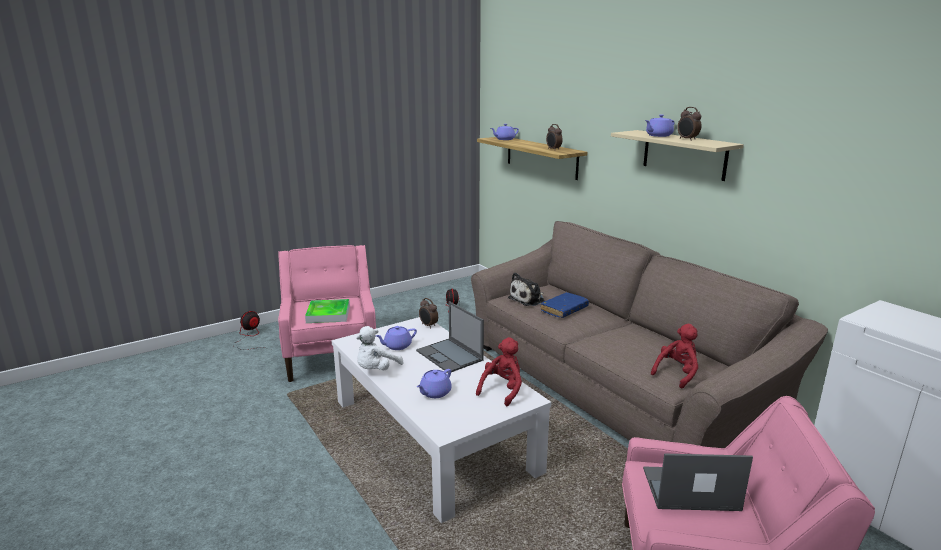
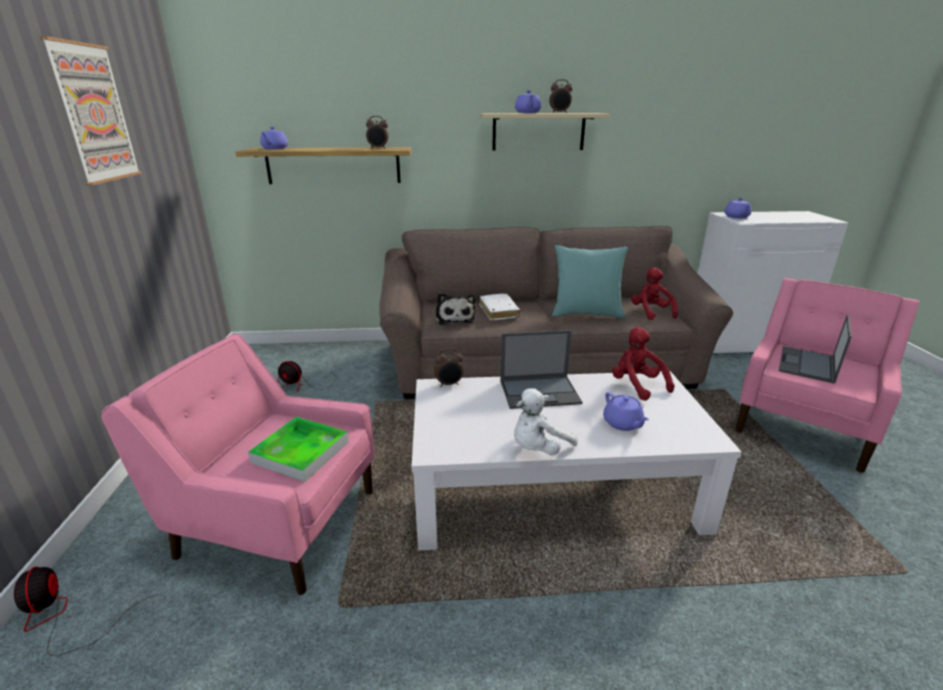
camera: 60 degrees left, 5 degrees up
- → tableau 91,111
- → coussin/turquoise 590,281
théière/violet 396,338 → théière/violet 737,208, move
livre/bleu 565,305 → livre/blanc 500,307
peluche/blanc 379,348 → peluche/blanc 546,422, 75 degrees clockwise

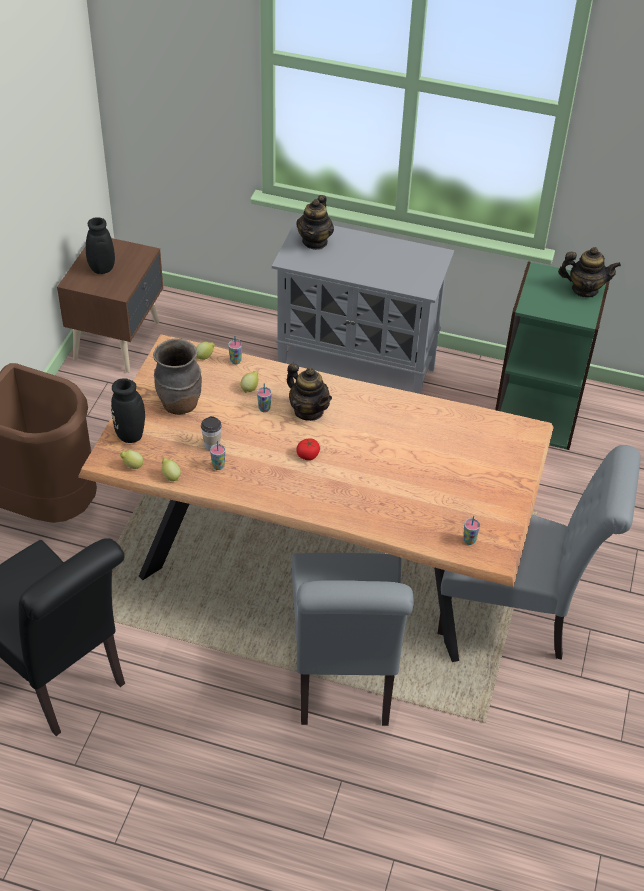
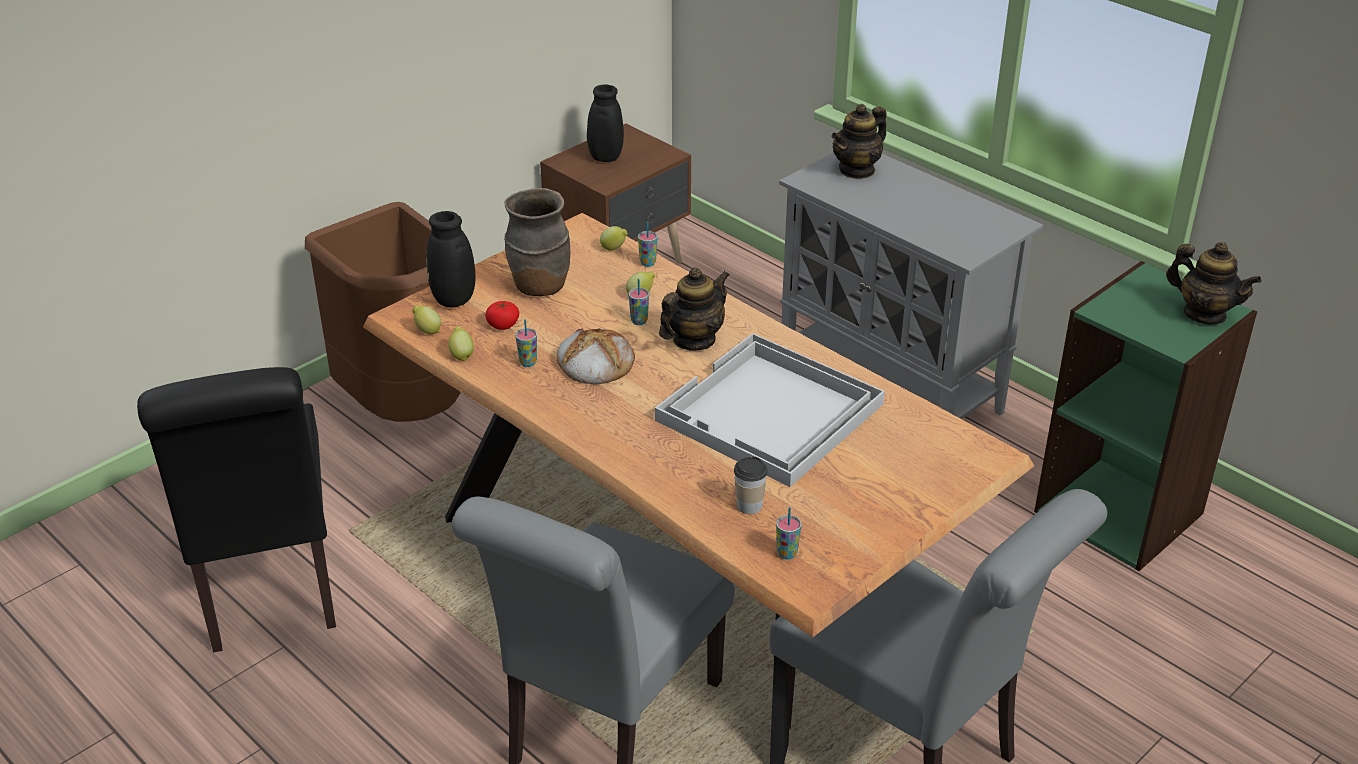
camera: 30 degrees right, 10 degrees down
- → pain 595,357
- → plateau/blanc 770,410
tasse 211,433 → tasse 751,485, move
tomate 308,449 → tomate 502,315, move
théière 309,392 → théière 694,309, 120 degrees counterclockwise

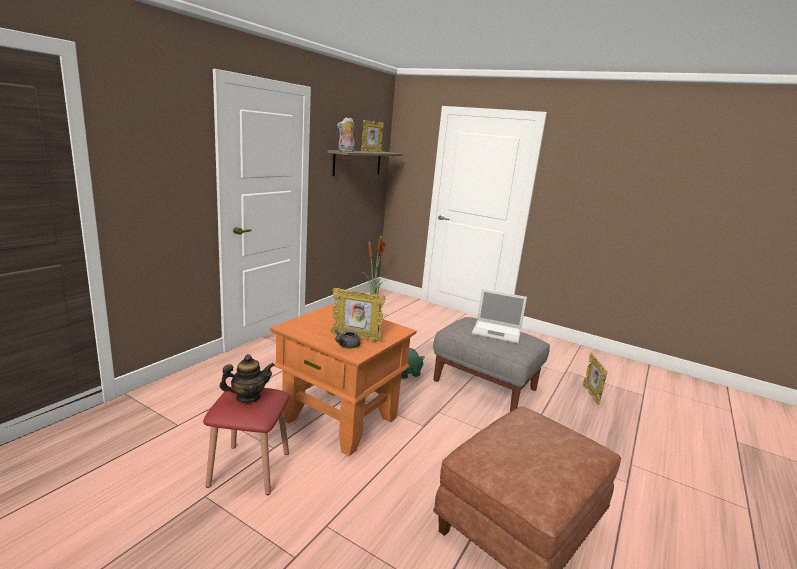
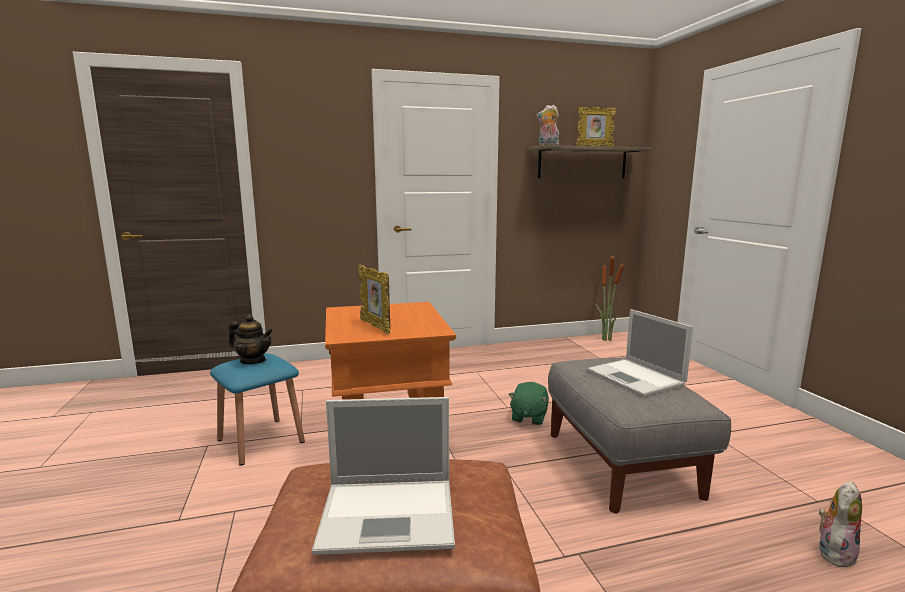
camera: 45 degrees right, 5 degrees down
théière/gris 347,339 → -
- → ordinateur portable 383,476
cadre photo 595,379 → peluche 840,524
tabouret/rouge 246,440 → tabouret/bleu 257,410

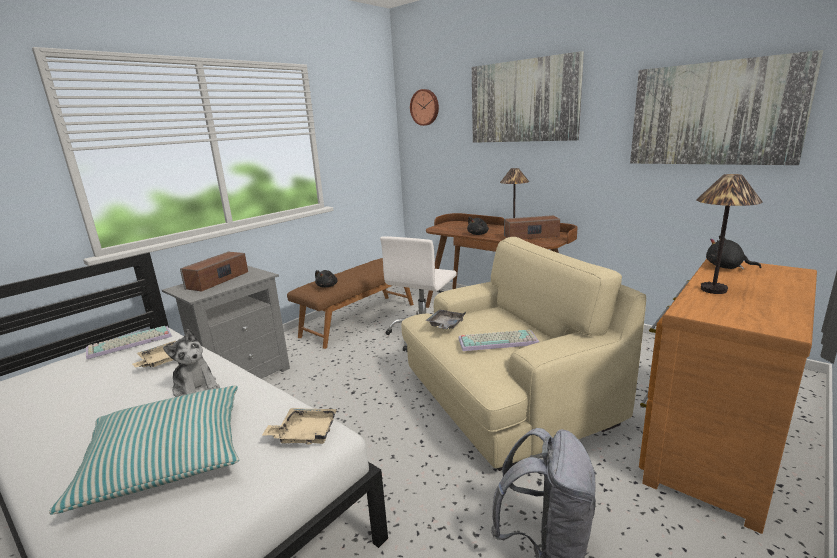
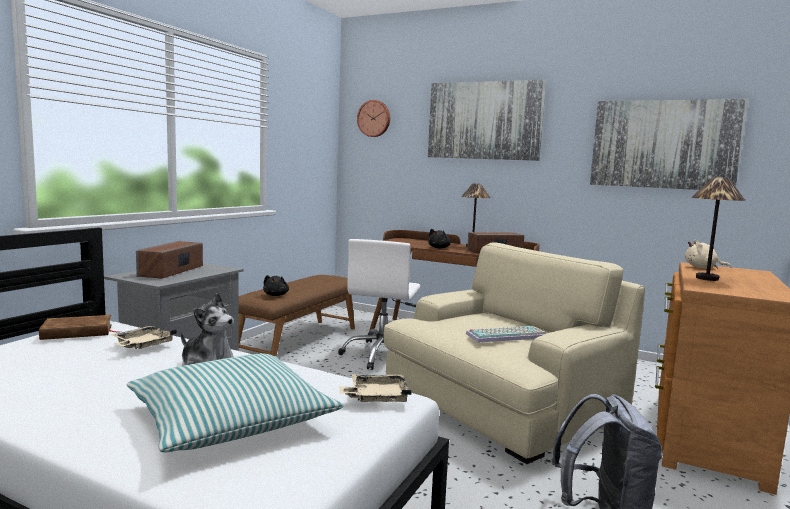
camera: 15 degrees left, 10 degrees down
plateau/gris 445,319 → -
clavier 129,343 → livre/marron 79,327
peluche/noir 733,252 → peluche/beige 708,254

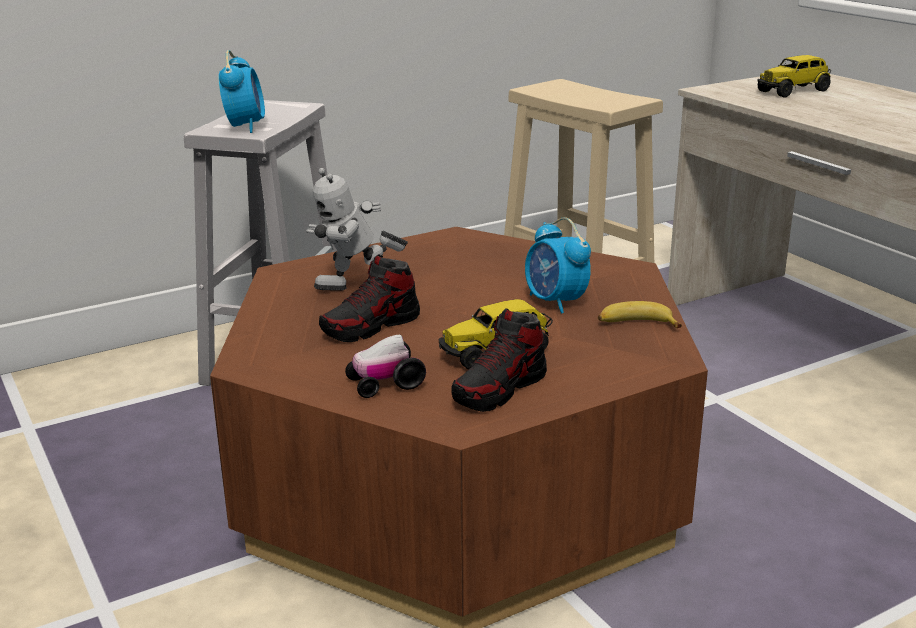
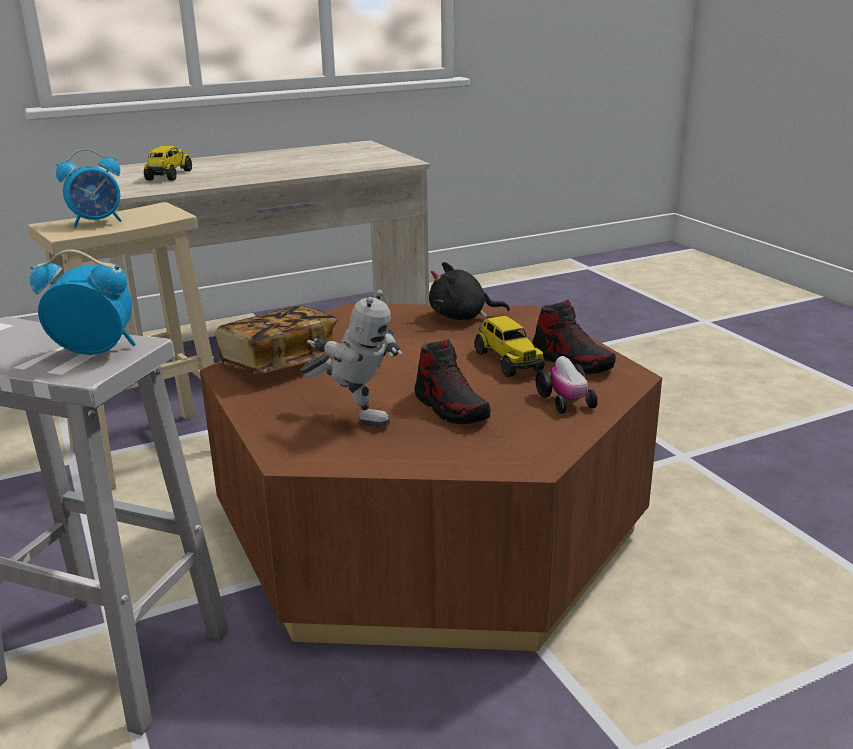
camera: 85 degrees left, 0 degrees up
- → livre 276,340
réveil 558,265 → réveil 89,188, move
banane 640,314 → peluche/noir 469,291
robot jouet 357,229 → robot jouet 351,358, 45 degrees counterclockwise
camion jouet 794,76 → camion jouet 168,163, 150 degrees counterclockwise

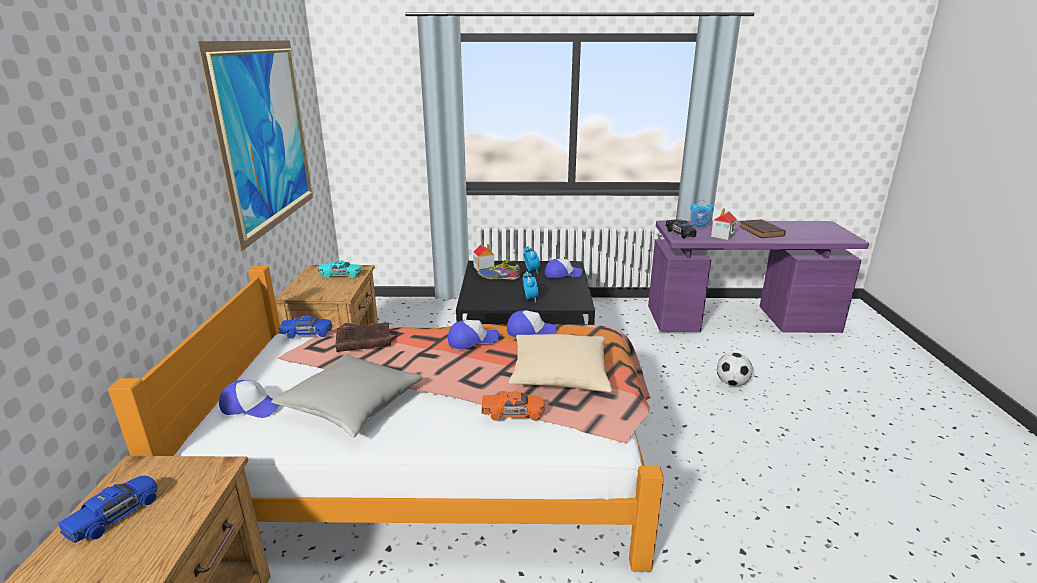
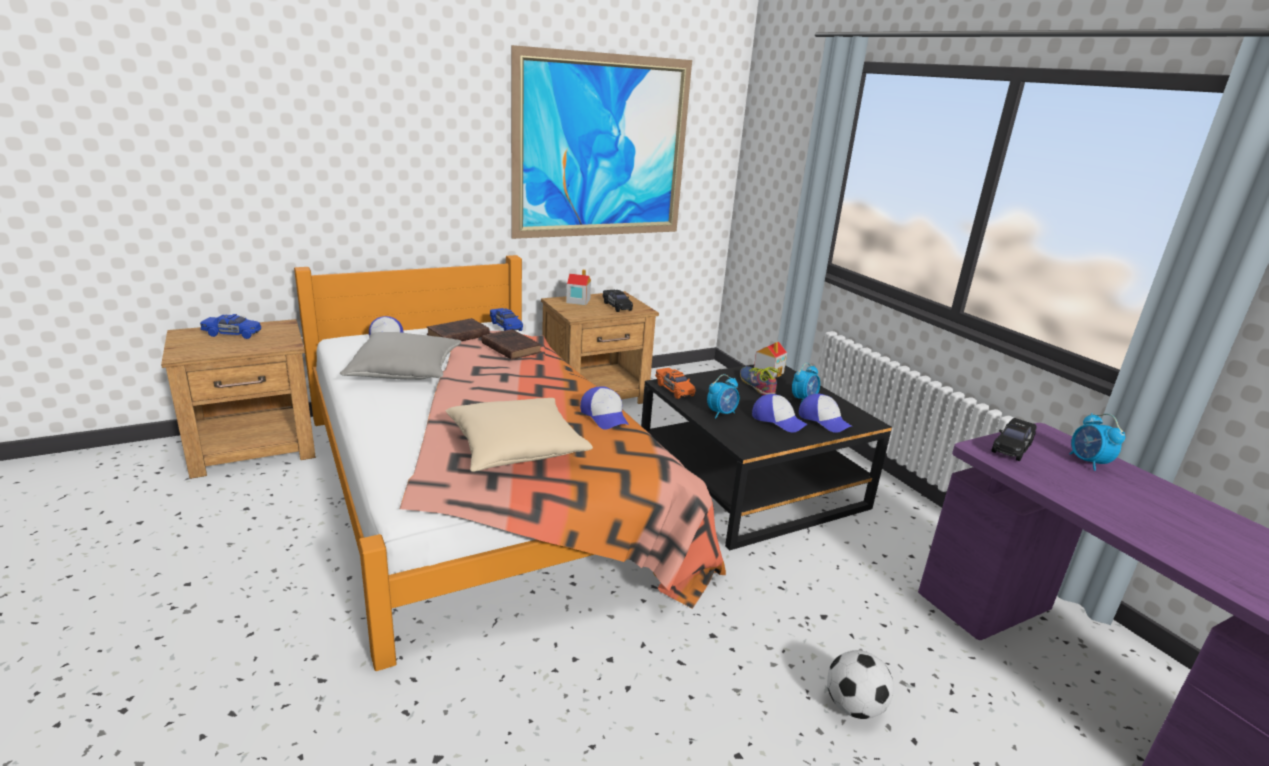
camera: 60 degrees right, 0 degrees up
casquette 473,334 → casquette 780,413, move
petite voiture/orange 513,406 → petite voiture/orange 675,383, move
maison miniature 724,224 → maison miniature 578,287, move
livre/marron 762,228 → livre/marron 458,329, move
petite voiture/turquoise 340,269 → petite voiture/noir 618,301

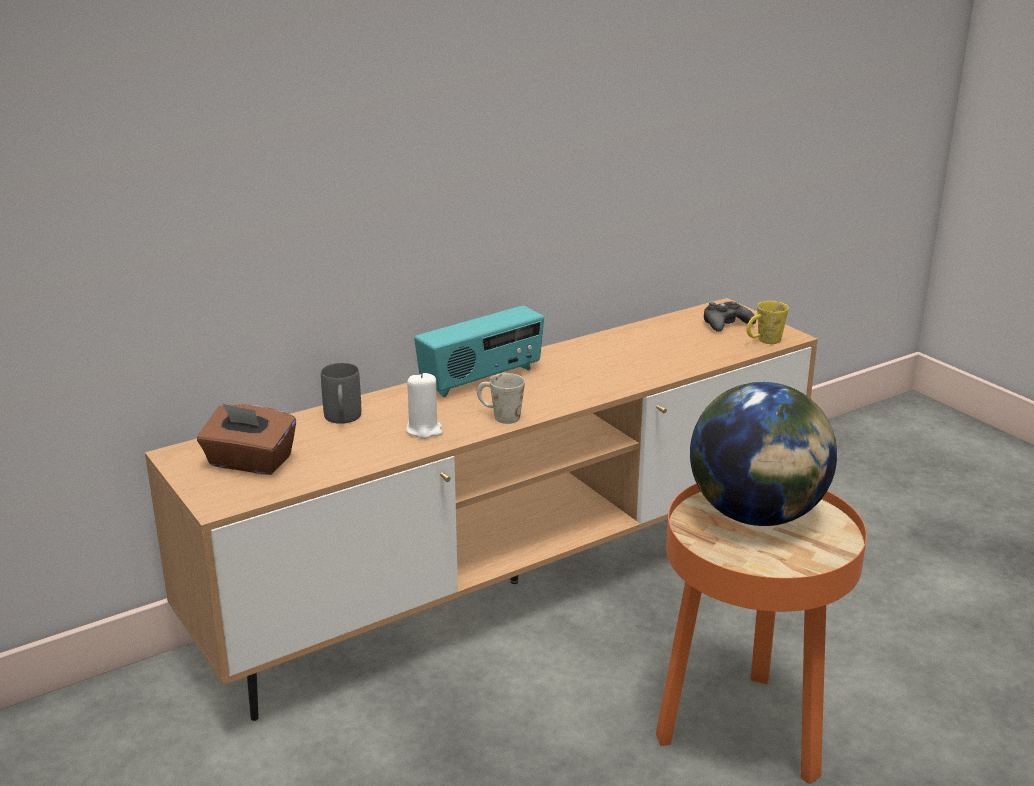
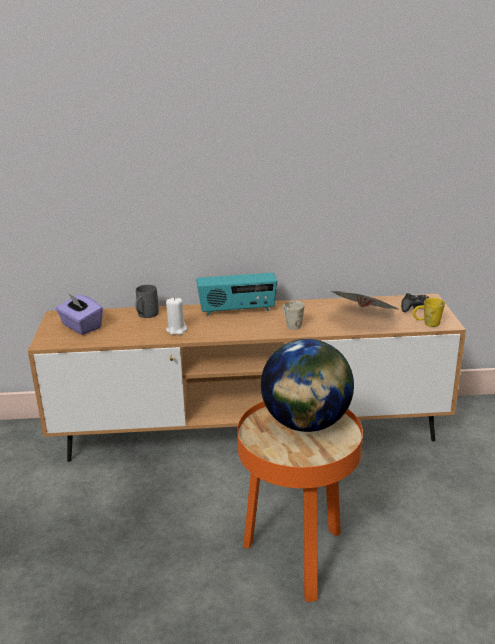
camera: 30 degrees right, 0 degrees up
- → journal 362,299
mug/blanc 501,398 → mug/blanc 293,315, move
boîte à mouchoirs/marron 246,439 → boîte à mouchoirs/violet 79,314

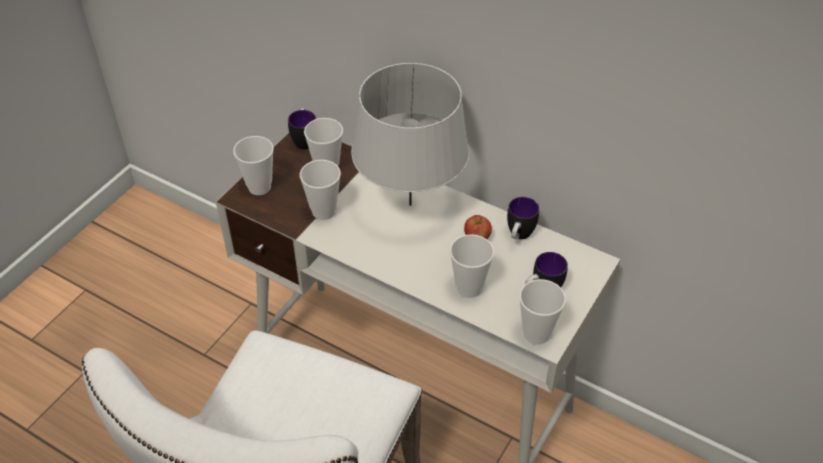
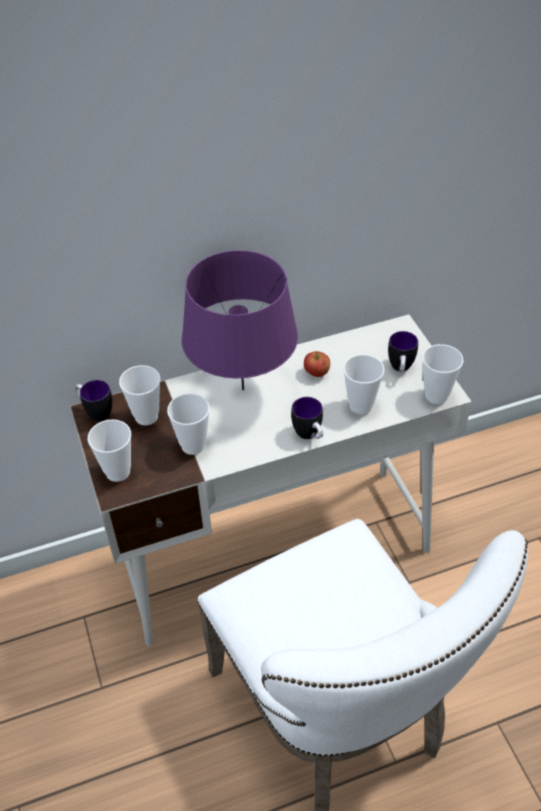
camera: 50 degrees left, 0 degrees up
mug 523,218 → mug 307,418, move
lampe de table/gris 410,134 → lampe de table/violet 239,320

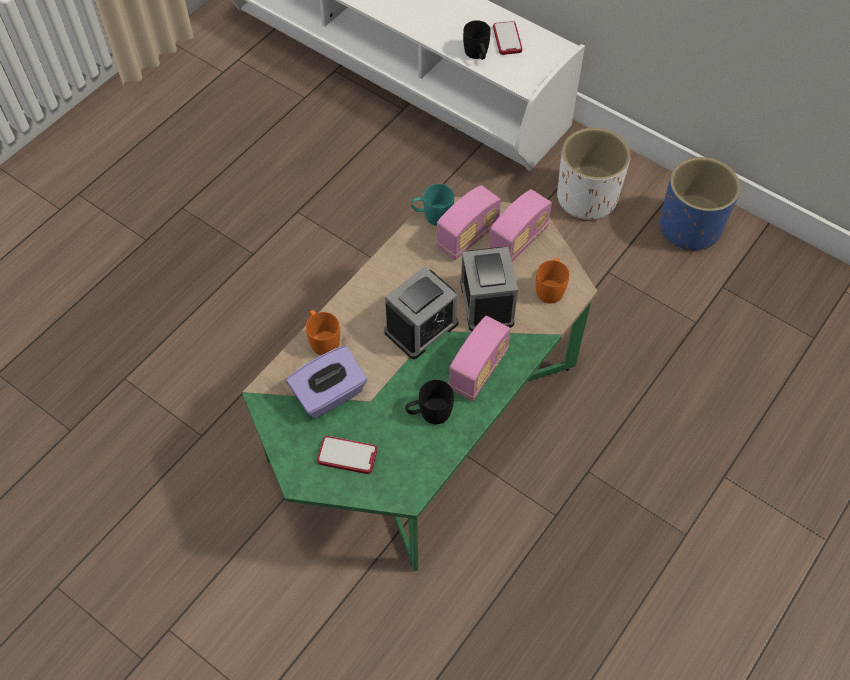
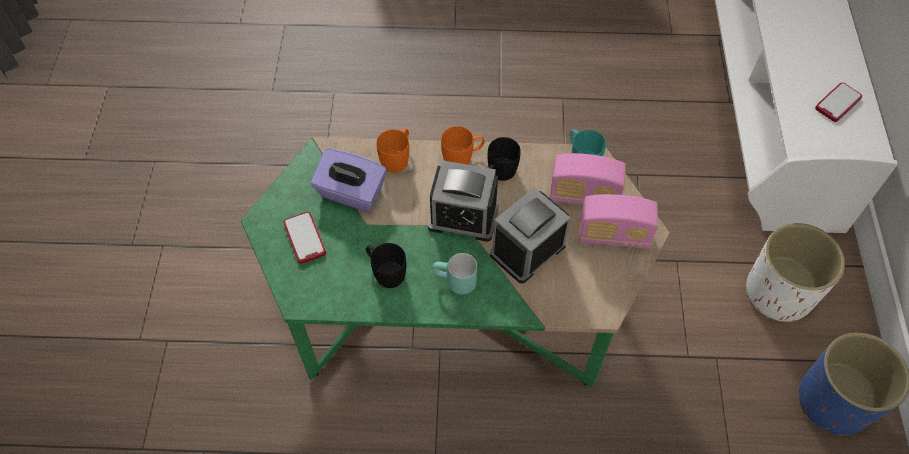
camera: 55 degrees right, 0 degrees up
mug/noir 477,40 → mug/noir 504,159, move
mug/orange 552,280 → mug/orange 463,145, move
radio 479,358 → mug/turquoise 454,273

